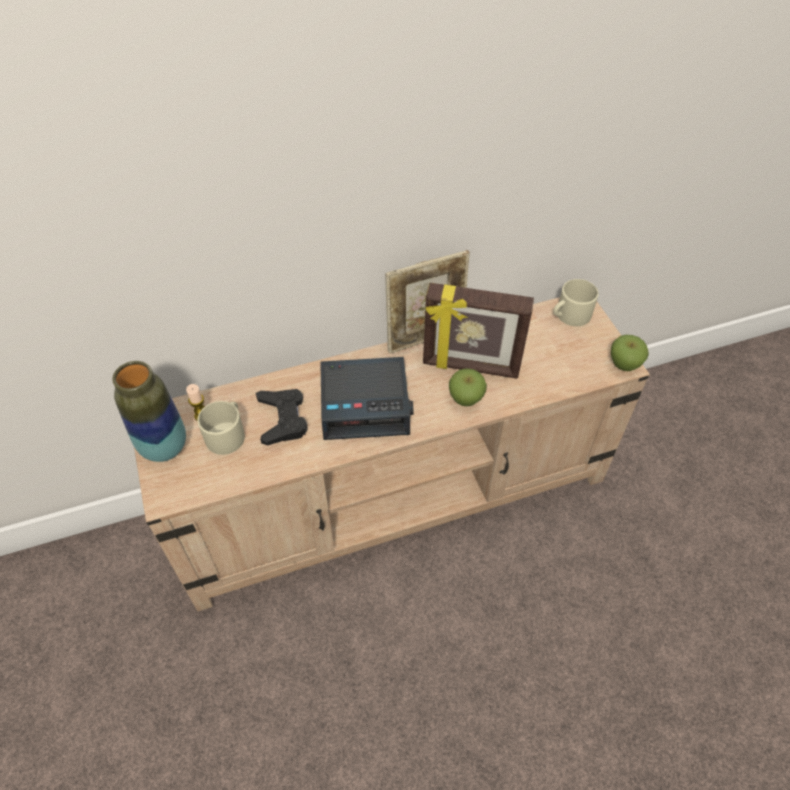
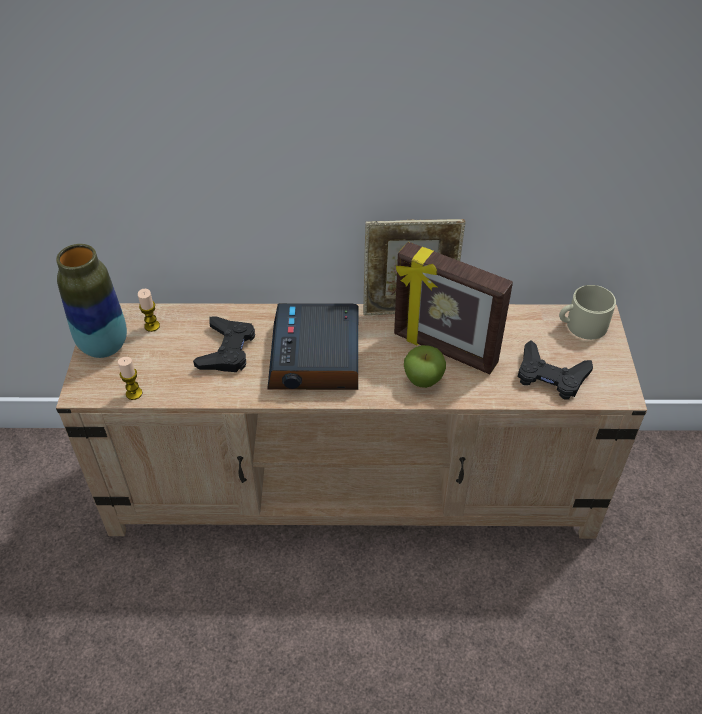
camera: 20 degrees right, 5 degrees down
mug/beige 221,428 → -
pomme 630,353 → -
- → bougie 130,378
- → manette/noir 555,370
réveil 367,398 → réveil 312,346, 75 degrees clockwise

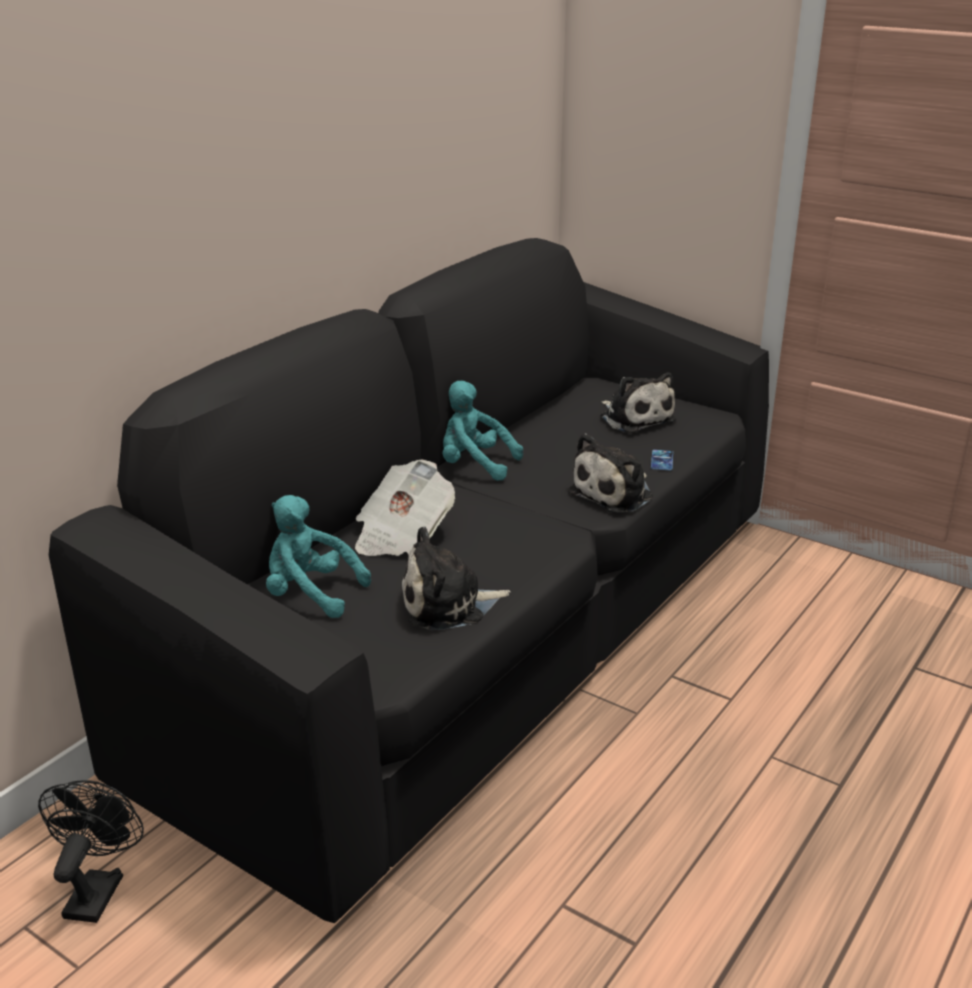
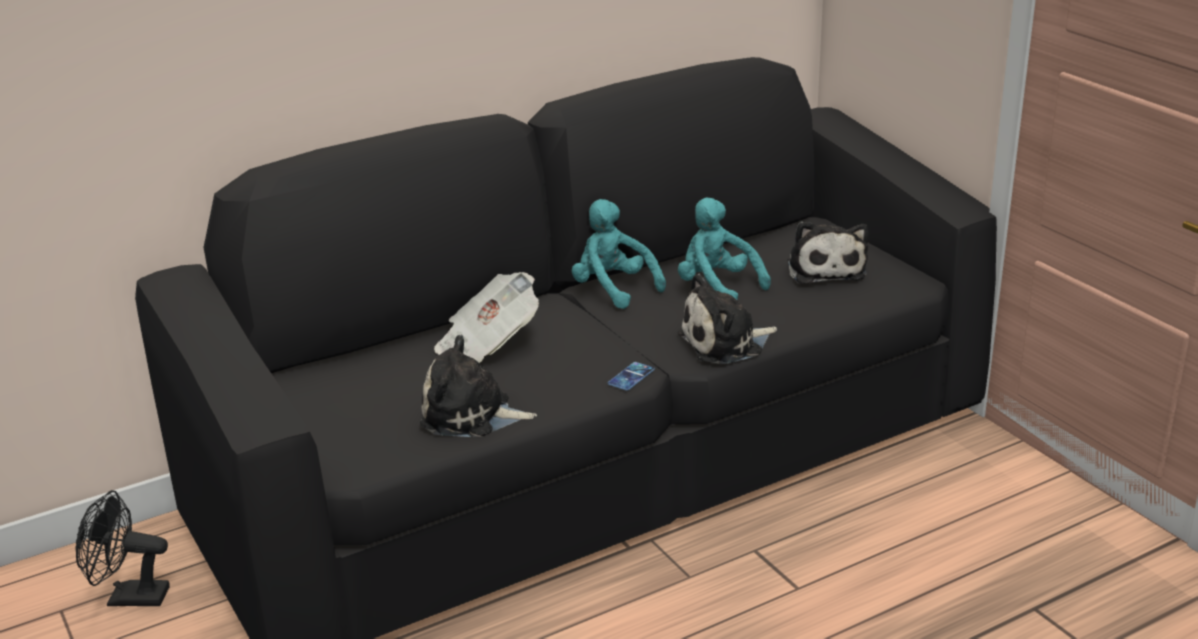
camera: 25 degrees right, 0 degrees up
peluche/turquoise 318,556 → peluche/turquoise 724,248, move
téléphone 662,460 → téléphone 631,376, move
ventilateur/noir 91,851 → ventilateur/noir 122,548, 120 degrees counterclockwise

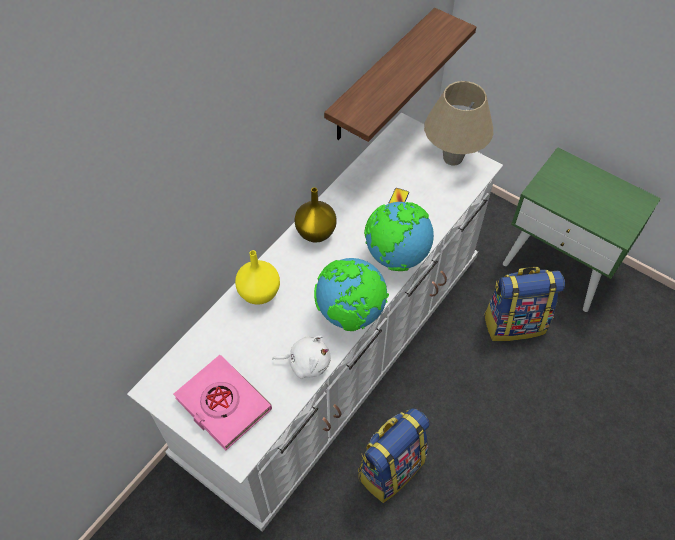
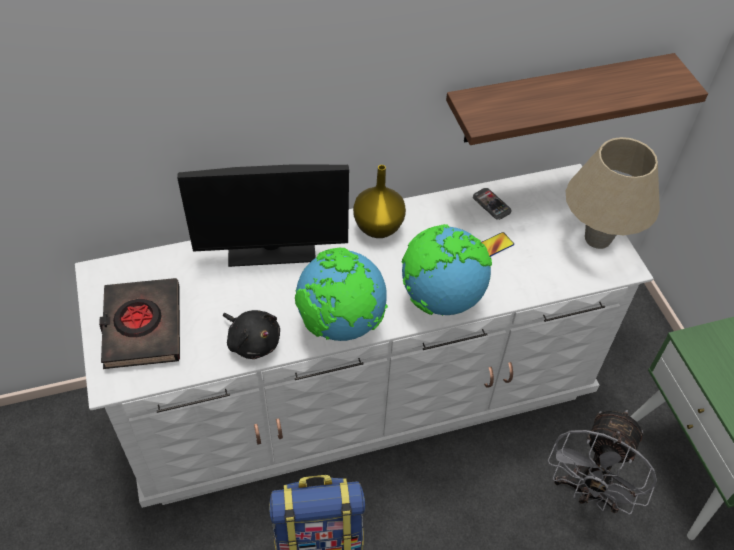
camera: 35 degrees right, 5 degrees down
- → téléphone 492,204
vase/jaune 257,277 → écran d'ordinateur 263,215
sac à dos 524,304 → ventilateur/gris 602,462
livre/rose 222,403 → livre/noir 139,323
peluche/blanc 301,357 → peluche/noir 251,334

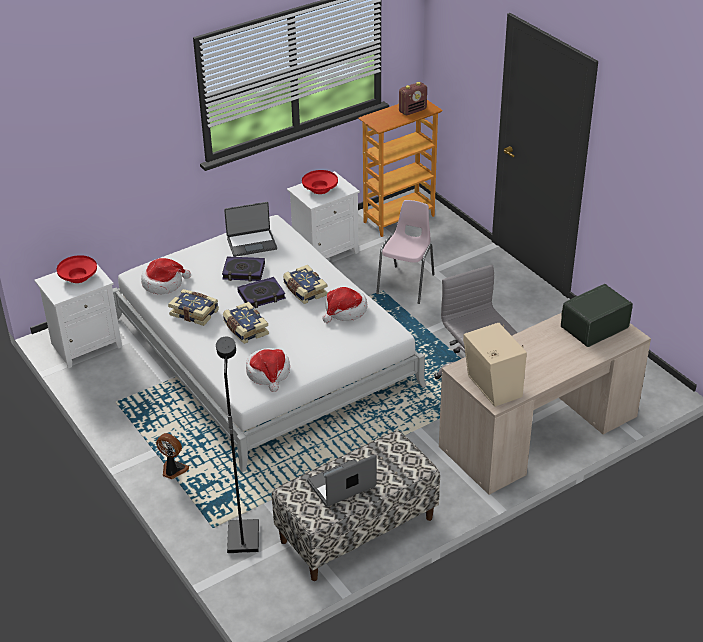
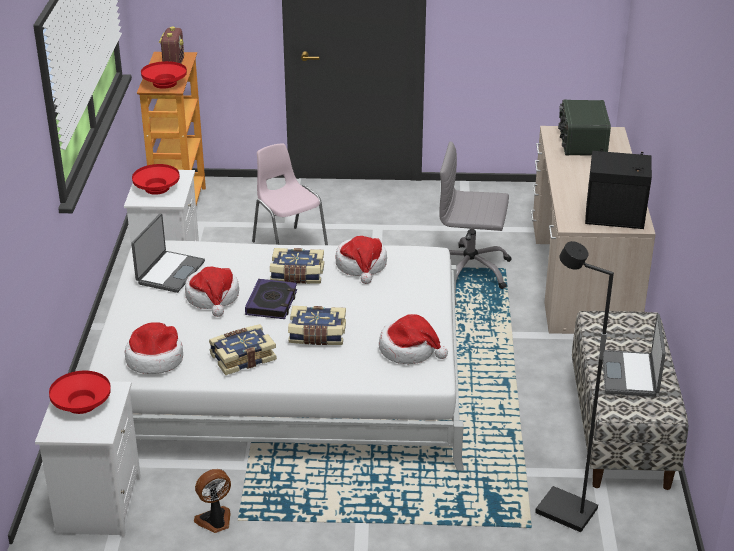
camera: 55 degrees left, 5 degrees down
- → bol/rouge 164,75
ventilateur 172,456 → ventilateur 212,501, move
livre 243,269 → chapeau 212,292
enceinte/beige 495,365 → enceinte/noir 618,189

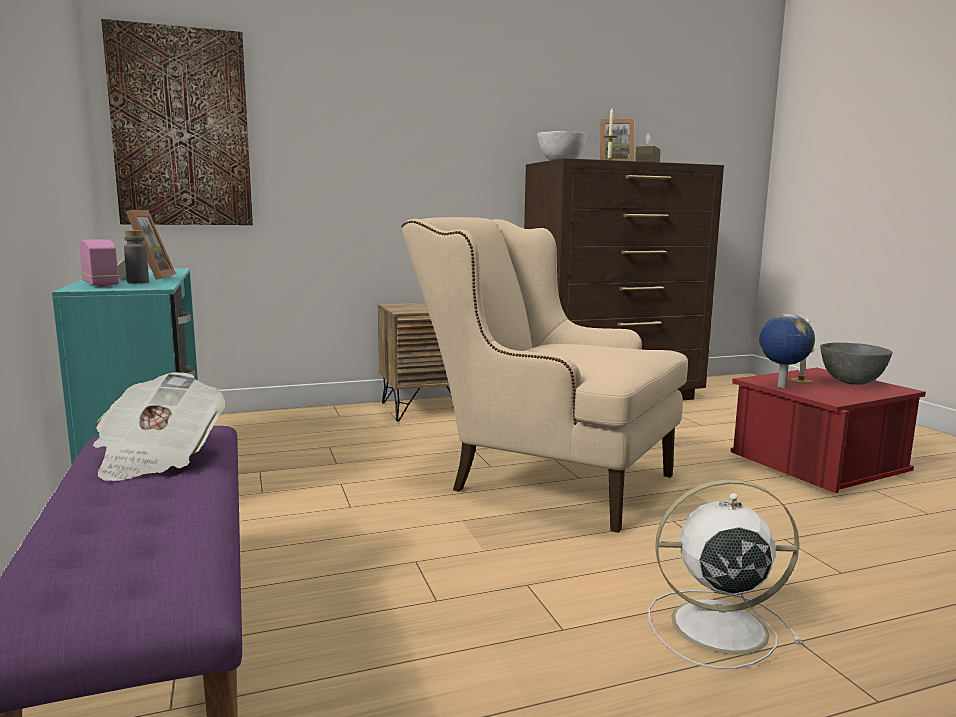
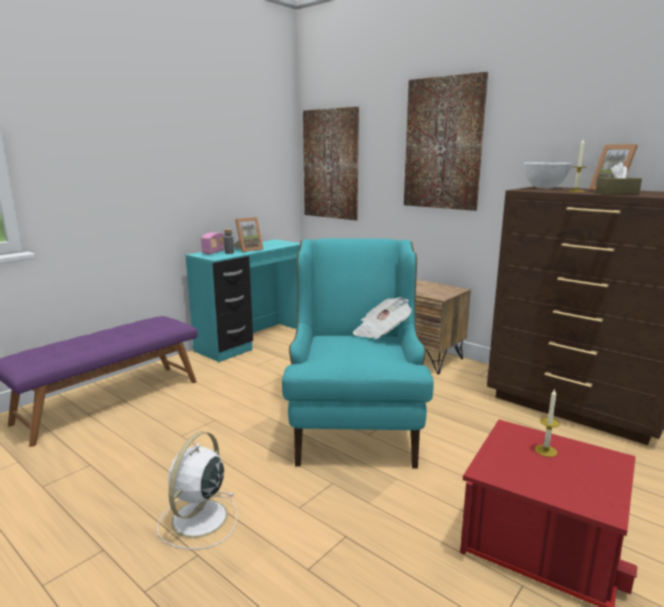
camera: 60 degrees right, 5 degrees up
globe 787,351 → -
bol/gris 856,364 → -
- → tableau 446,141
journal 159,426 → journal 382,318, move
fauteuil/beige 544,375 → fauteuil/turquoise 358,353
ventilateur/blanc 725,574 → ventilateur/blanc 197,490, 135 degrees counterclockwise

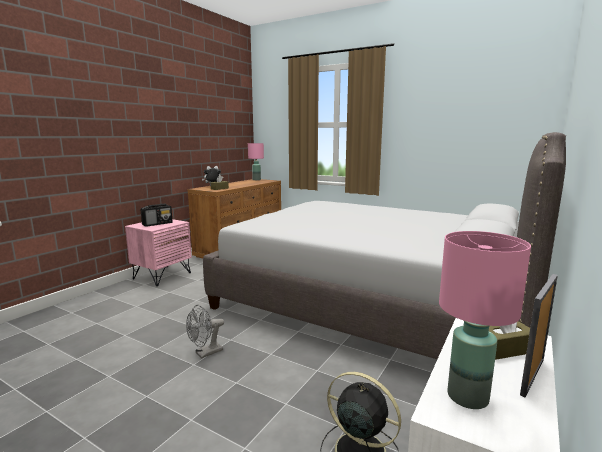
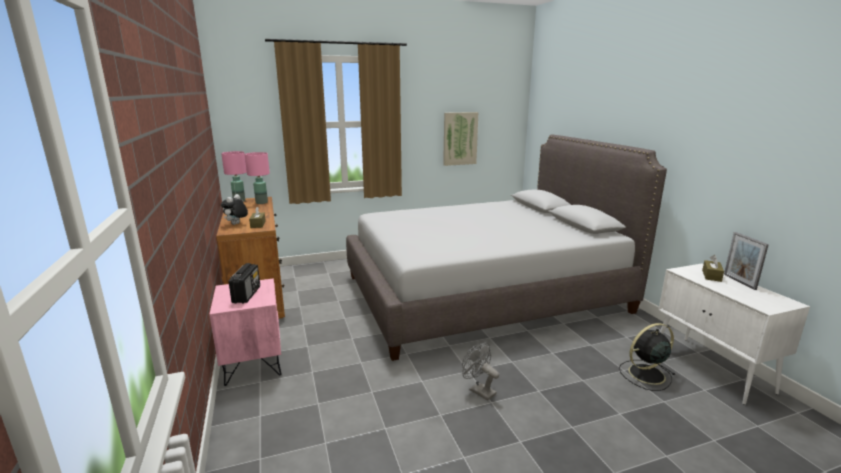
camera: 50 degrees left, 5 degrees up
- → tableau 460,139
lampe de table/rose 485,320 → lampe de table/rose 257,178, move
ventilateur/gris 205,331 → ventilateur/gris 480,372, 135 degrees clockwise

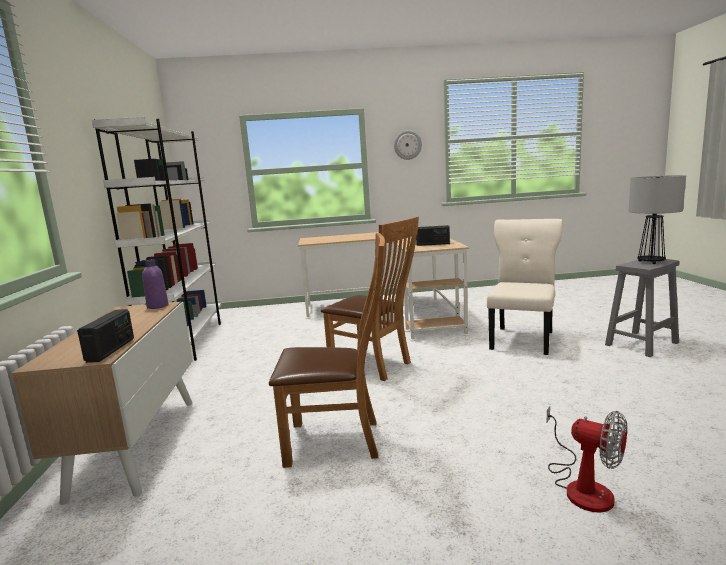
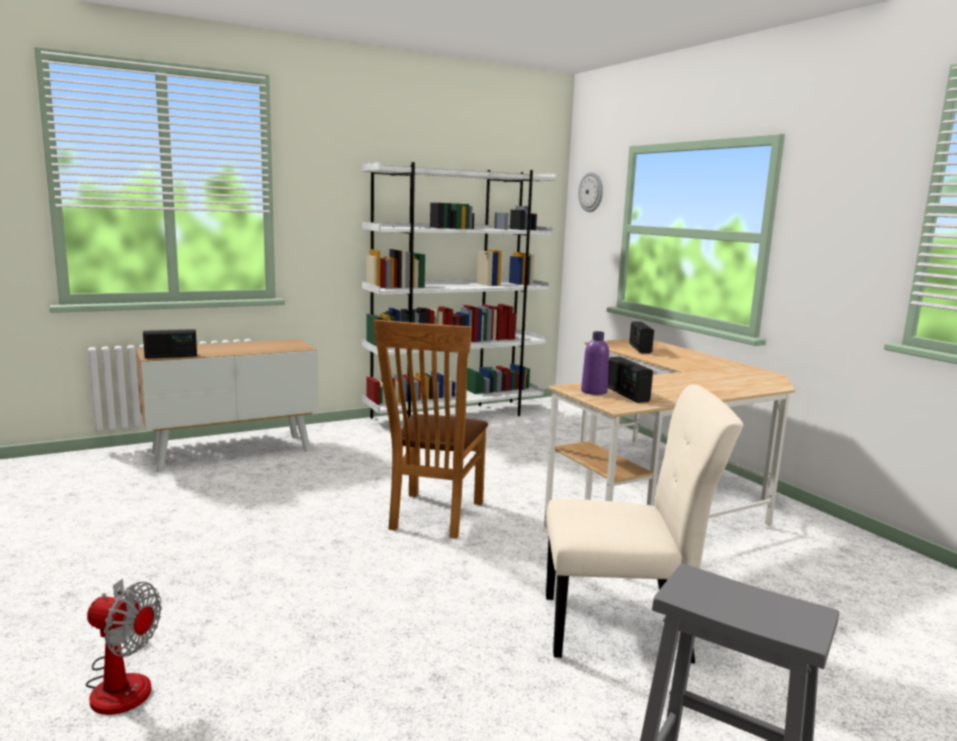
camera: 65 degrees right, 0 degrees up
chaise/marron 327,350 → -
lampe de table 657,219 → -
- → radio 641,337
bouteille/violet 155,284 → bouteille/violet 595,363, move
horloge murale 408,145 → horloge murale 590,192, move
ventilateur 587,459 → ventilateur 124,647, 90 degrees counterclockwise

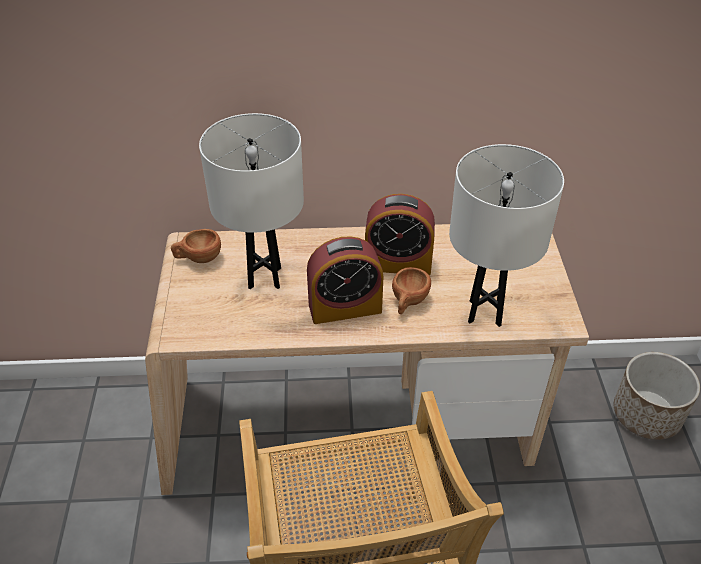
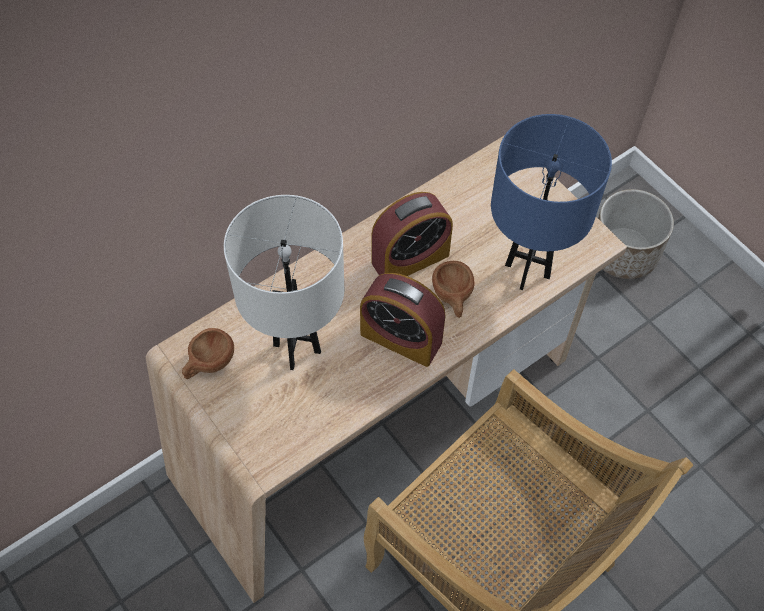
camera: 35 degrees left, 15 degrees up
lampe de table/blanc 506,235 → lampe de table/bleu 551,202
réveil 345,280 → réveil 402,320, 75 degrees clockwise

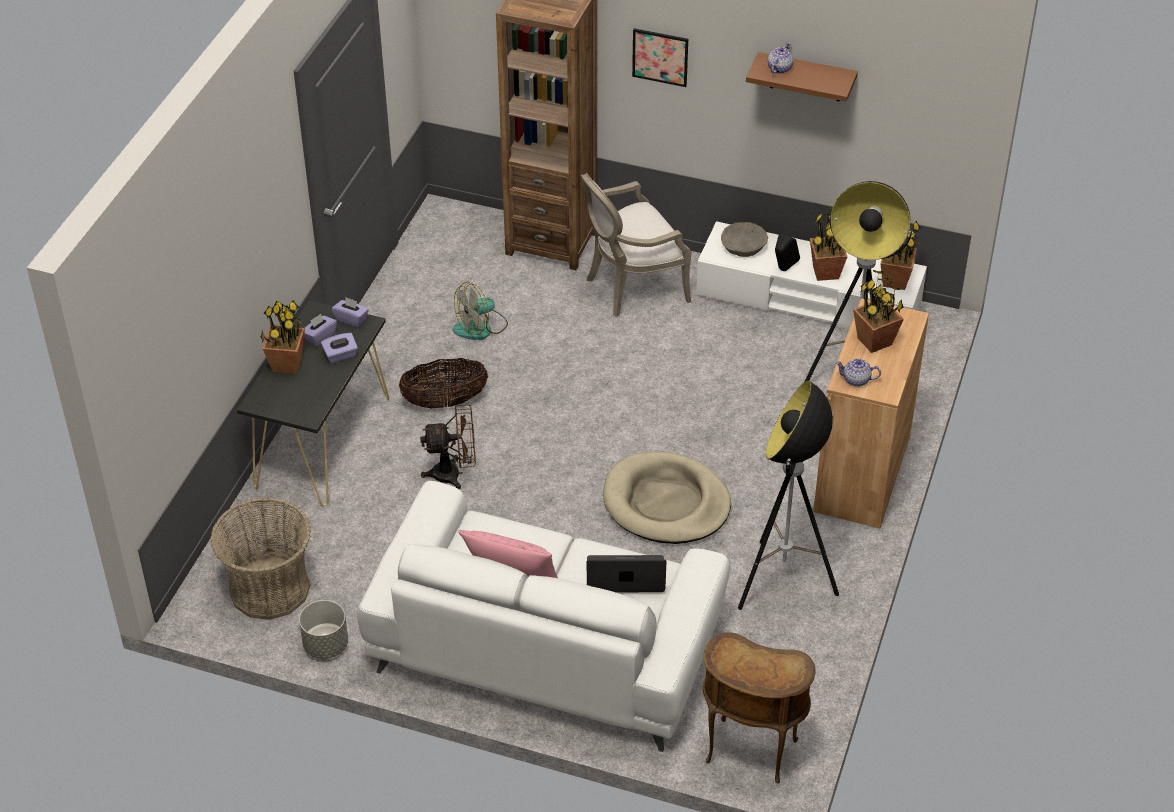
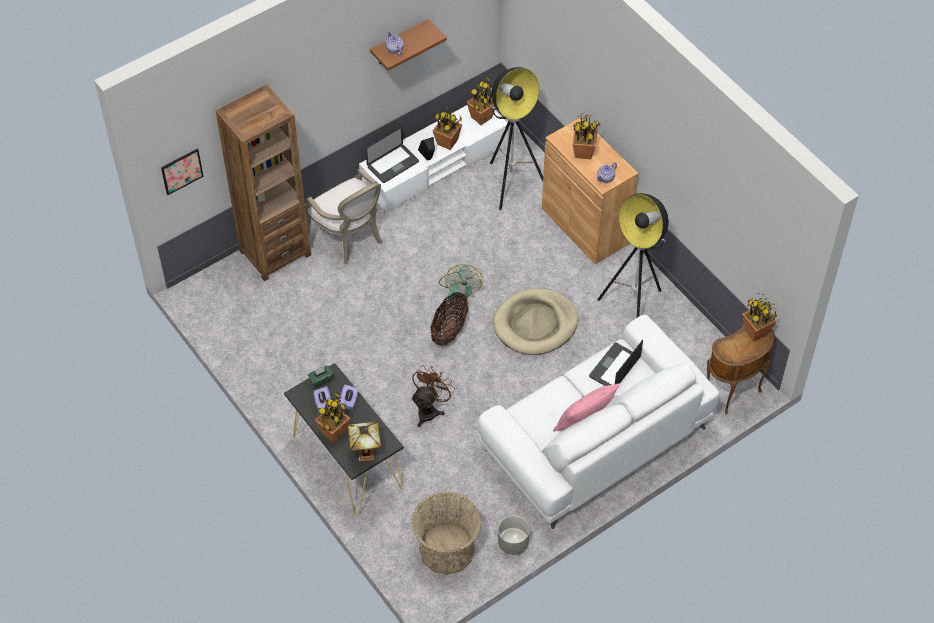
camera: 55 degrees left, 10 degrees up
- → lampe de table 364,441
- → plante en pot 759,317
panier 443,383 → panier 449,319, move
ventilateur 480,311 → ventilateur 461,283, move
tableau 660,57 → tableau 182,172, move
bol/beige 744,239 → ordinateur portable 392,155
boîte à mouchoirs/violet 350,312 → boîte à mouchoirs/vert 321,377
fauteuil 636,245 → fauteuil 344,216, 45 degrees counterclockwise

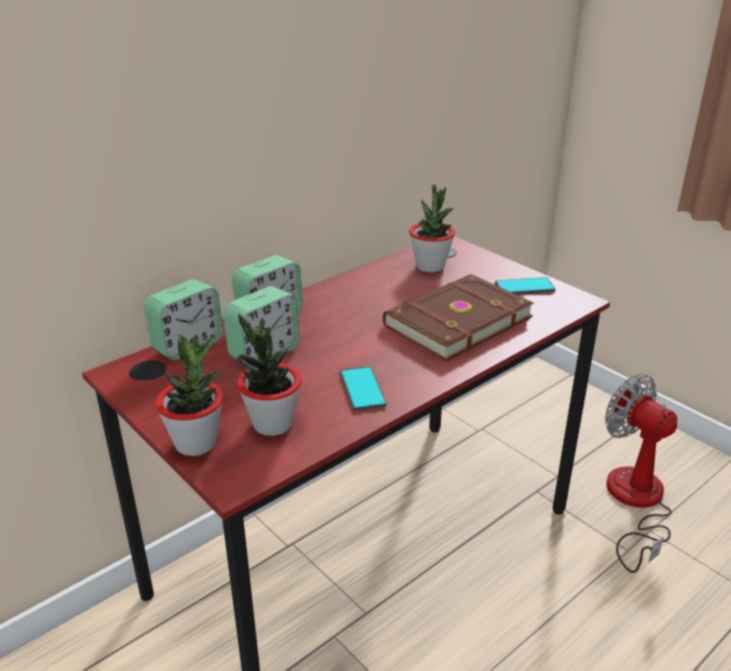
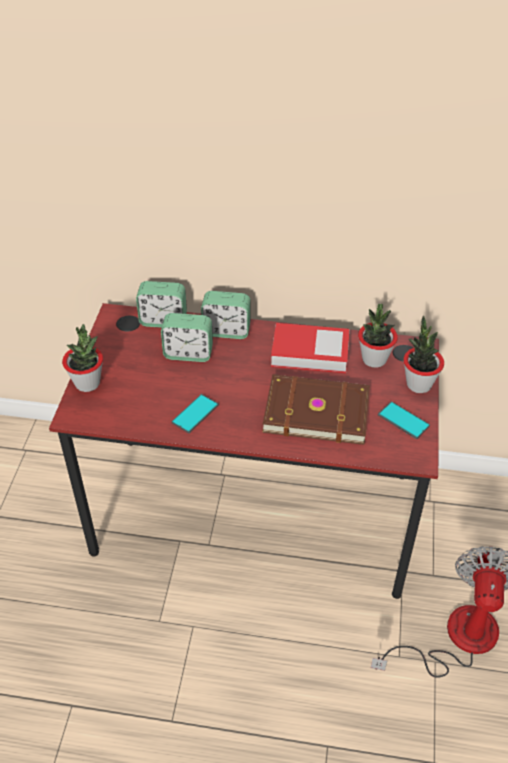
camera: 50 degrees right, 15 degrees up
- → livre 310,348
plante en pot 269,374 → plante en pot 424,354, move

